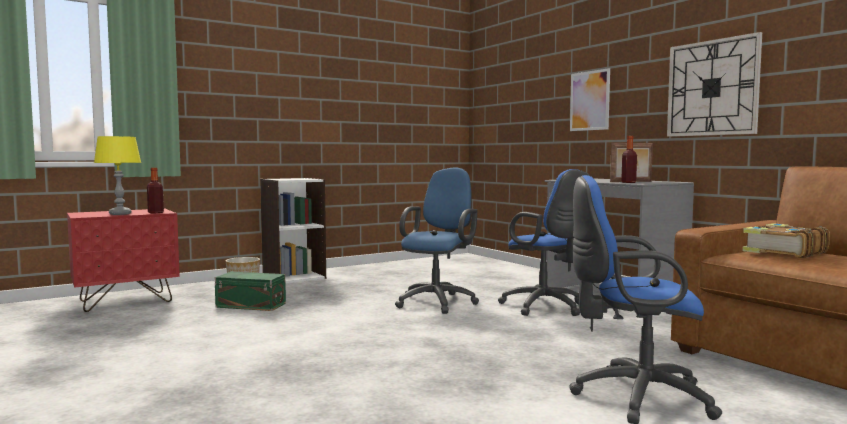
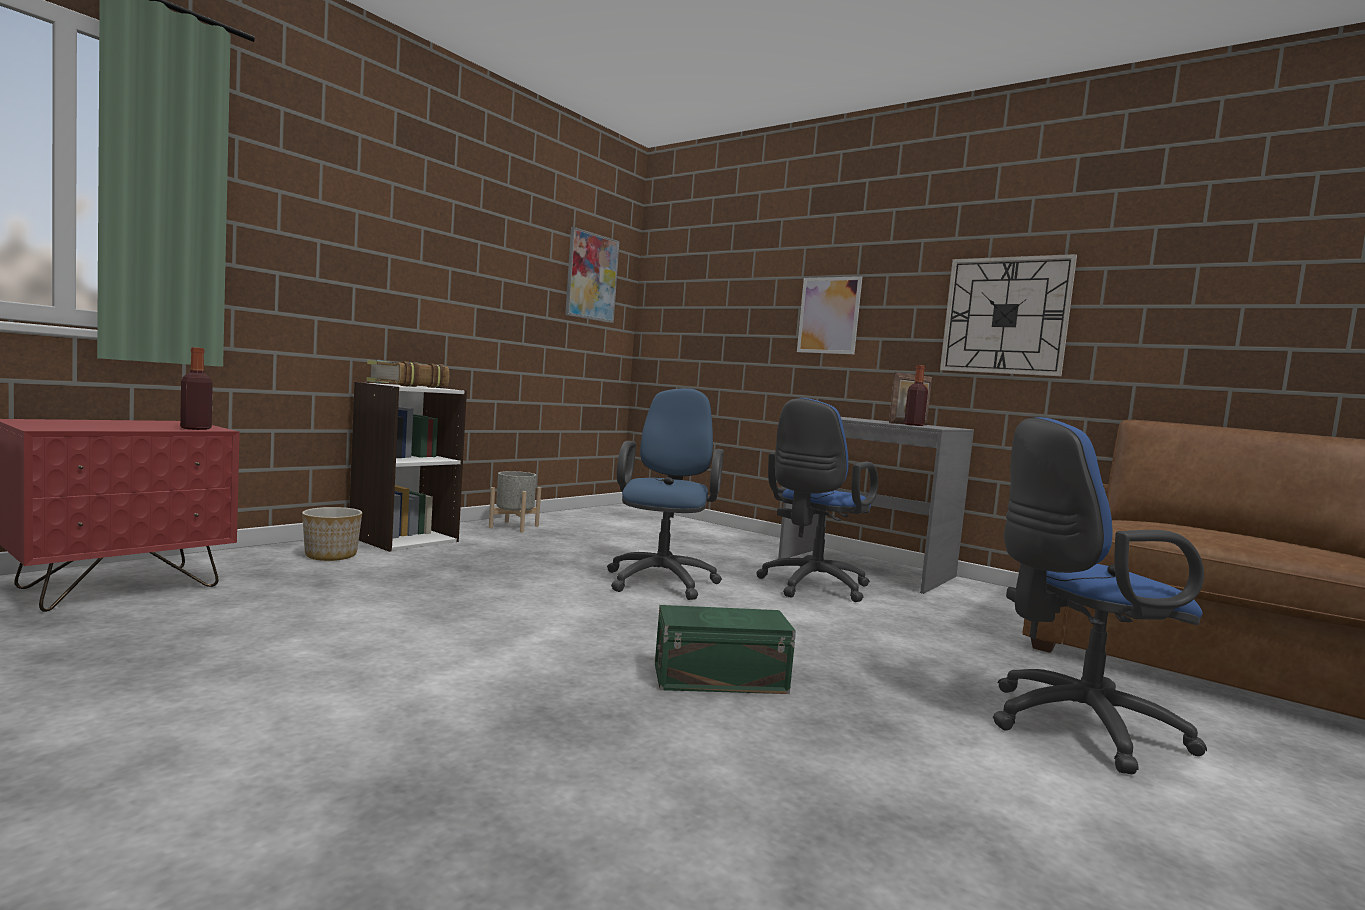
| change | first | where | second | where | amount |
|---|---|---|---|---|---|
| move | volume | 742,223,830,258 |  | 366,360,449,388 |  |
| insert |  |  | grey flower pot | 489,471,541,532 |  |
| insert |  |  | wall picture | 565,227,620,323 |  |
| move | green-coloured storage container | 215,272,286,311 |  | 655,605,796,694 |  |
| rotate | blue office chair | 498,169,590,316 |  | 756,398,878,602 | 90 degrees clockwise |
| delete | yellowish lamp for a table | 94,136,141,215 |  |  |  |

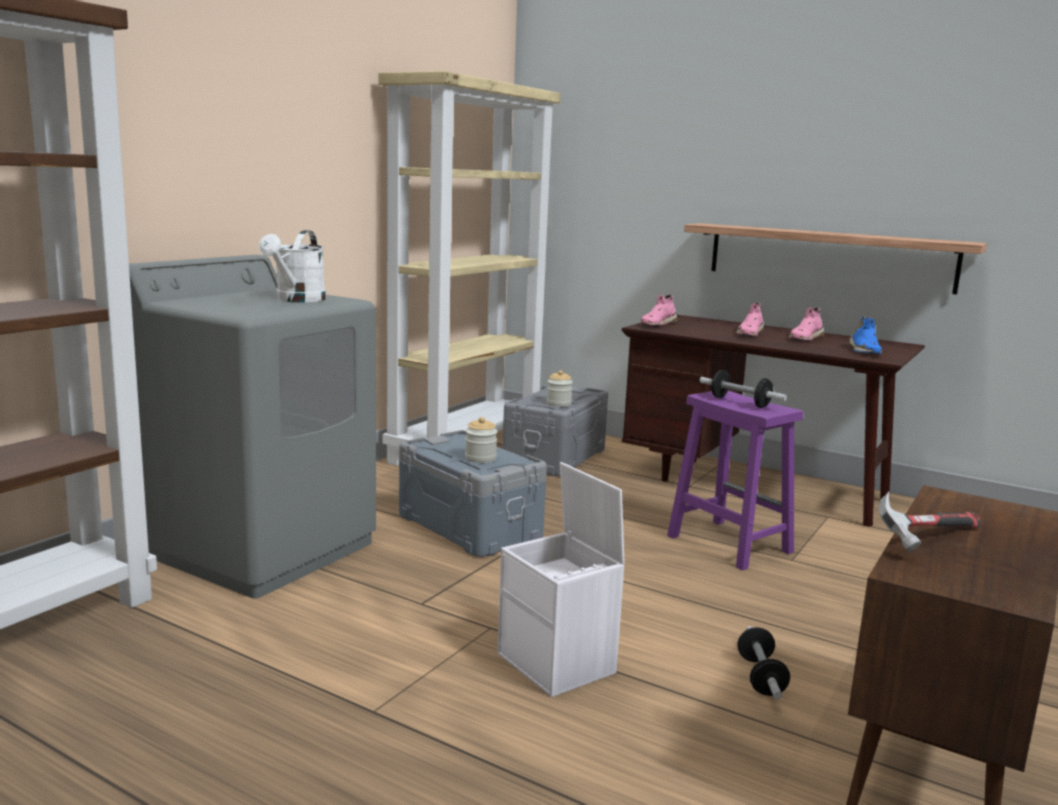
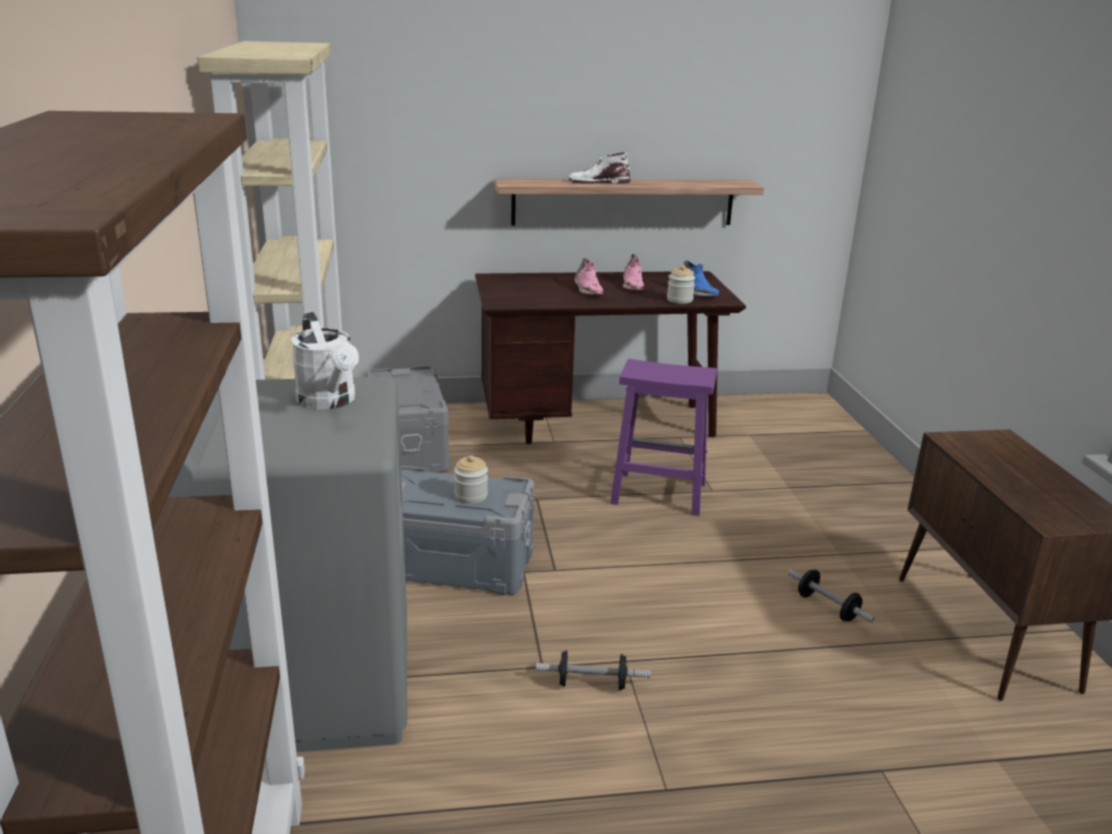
| change | first | where | second | where | amount |
|---|---|---|---|---|---|
| move | dumbbell | 700,370,787,408 |  | 536,650,650,690 |  |
| insert |  |  | whitish boot | 567,152,630,184 |  |
| move | preserve jar | 546,370,573,407 |  | 667,265,695,304 |  |
| delete | whitish storage container | 497,462,625,697 |  |  |  |
| delete | pinkish shoe | 640,295,677,326 |  |  |  |
| delete | tool hammer | 878,491,981,552 |  |  |  |

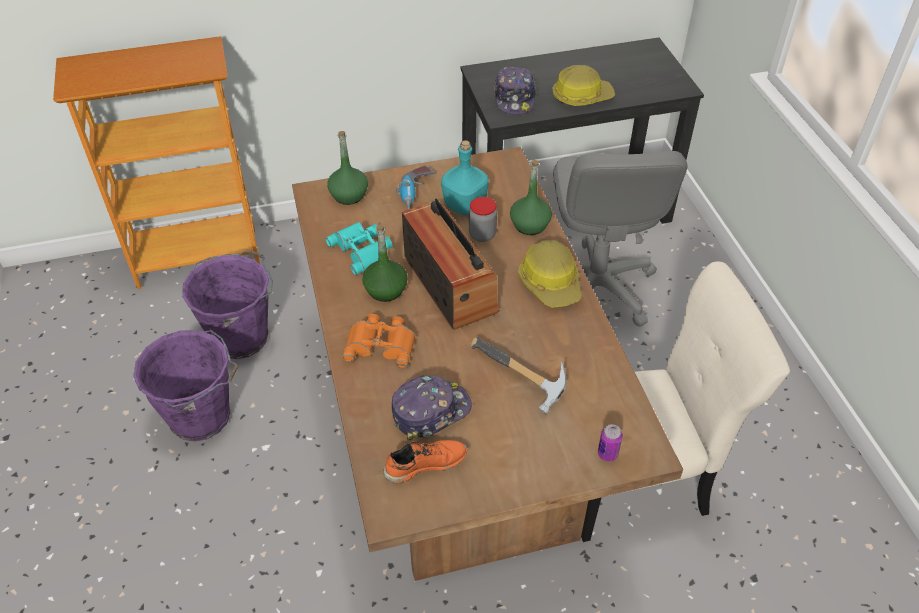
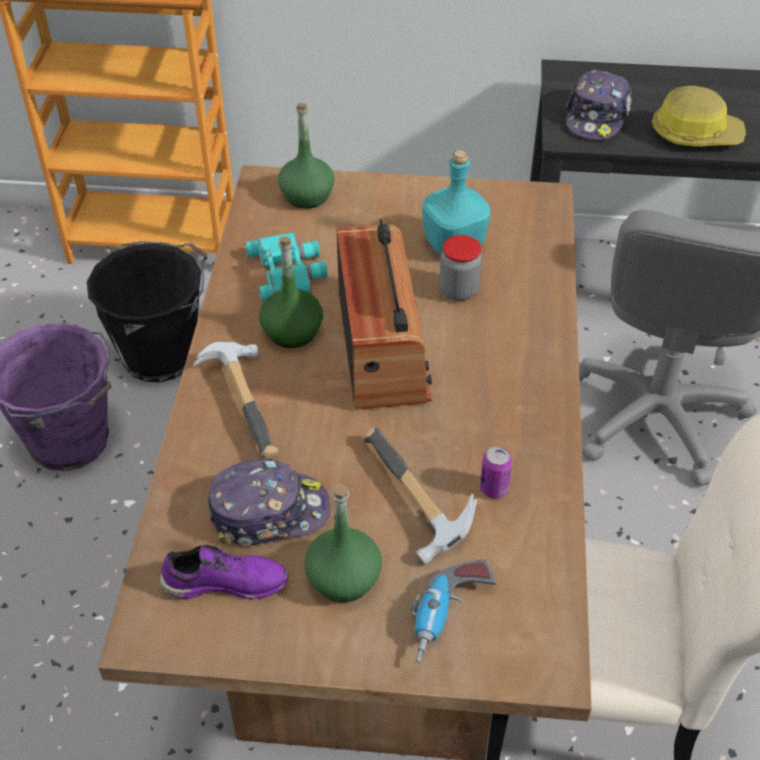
| change | first | where | second | where | amount |
|---|---|---|---|---|---|
| recolor | purple bucket | 182,249,273,359 | blackish bucket | 87,241,207,382 |  |
| recolor | orange shoe | 383,440,467,484 | purple shoe | 160,545,288,600 |  |
| replace | orange field glasses | 342,314,415,368 | tool hammer | 193,342,279,458 |  |
| move | green-coloured bottle | 510,160,552,235 |  | 304,484,382,602 |  |
| move | drill | 396,165,434,210 |  | 411,559,496,663 |  |
| move | can | 598,424,623,462 |  | 480,446,512,499 |  |
| delete | hard hat | 518,240,582,308 |  |  |  |

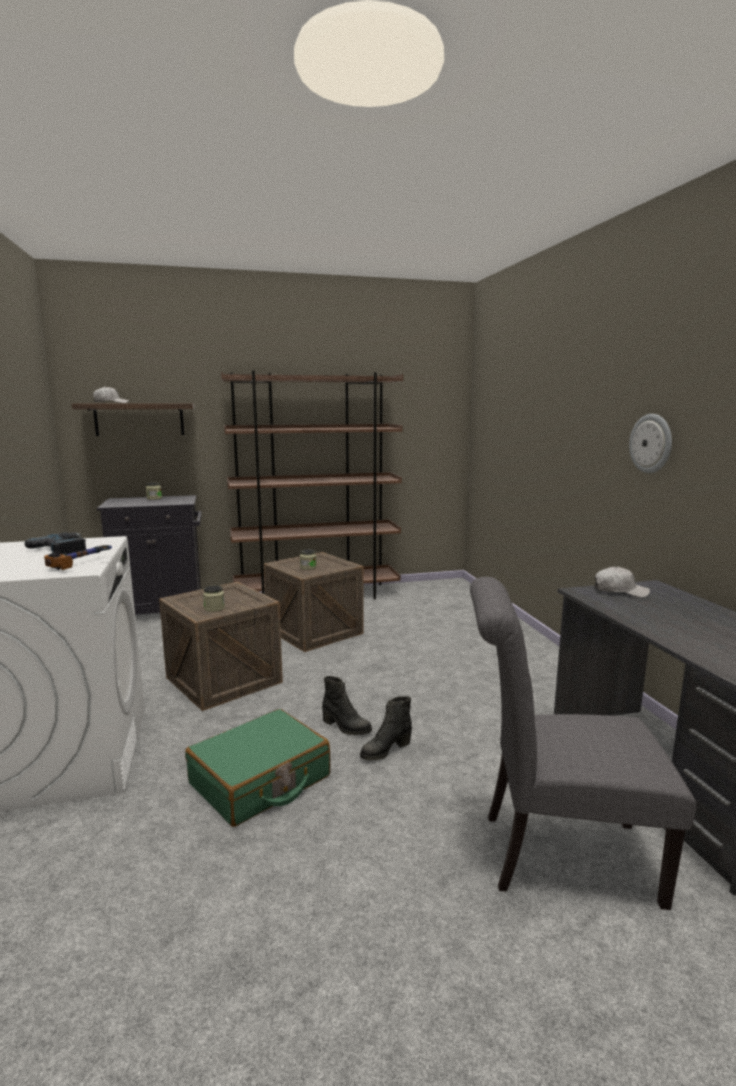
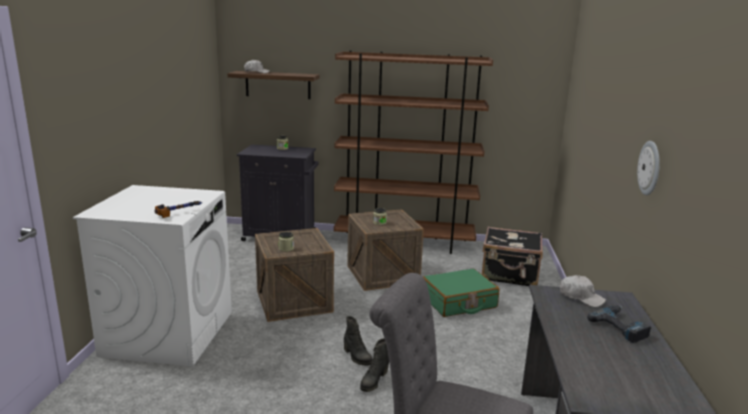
| change | first | where | second | where | amount |
|---|---|---|---|---|---|
| rotate | blackish boot | 360,697,412,761 |  | 360,338,389,392 | 45 degrees counterclockwise |
| move | green-coloured travel case | 185,709,330,827 |  | 423,269,499,317 |  |
| insert |  |  | blackish travel case | 482,226,543,286 |  |
| move | drill | 24,532,87,554 |  | 587,305,651,343 |  |

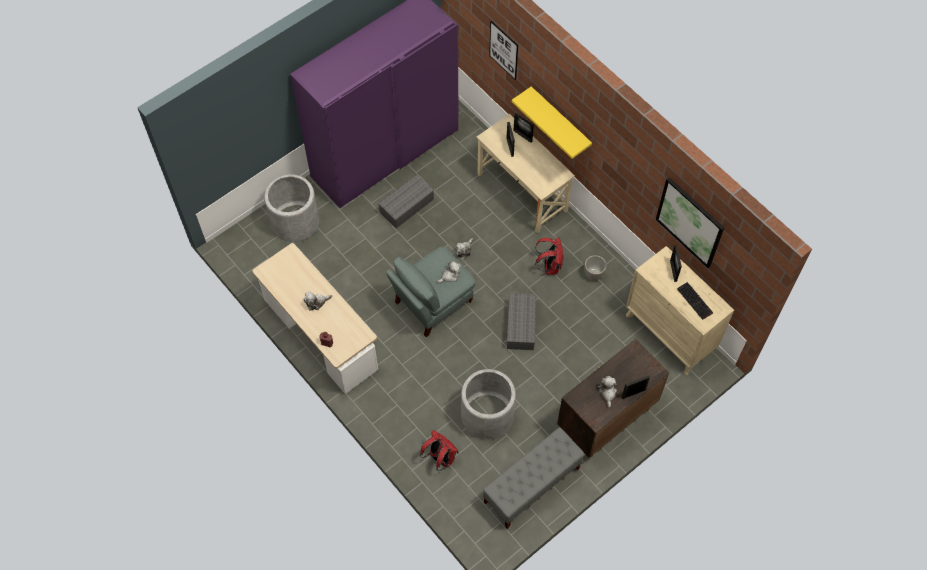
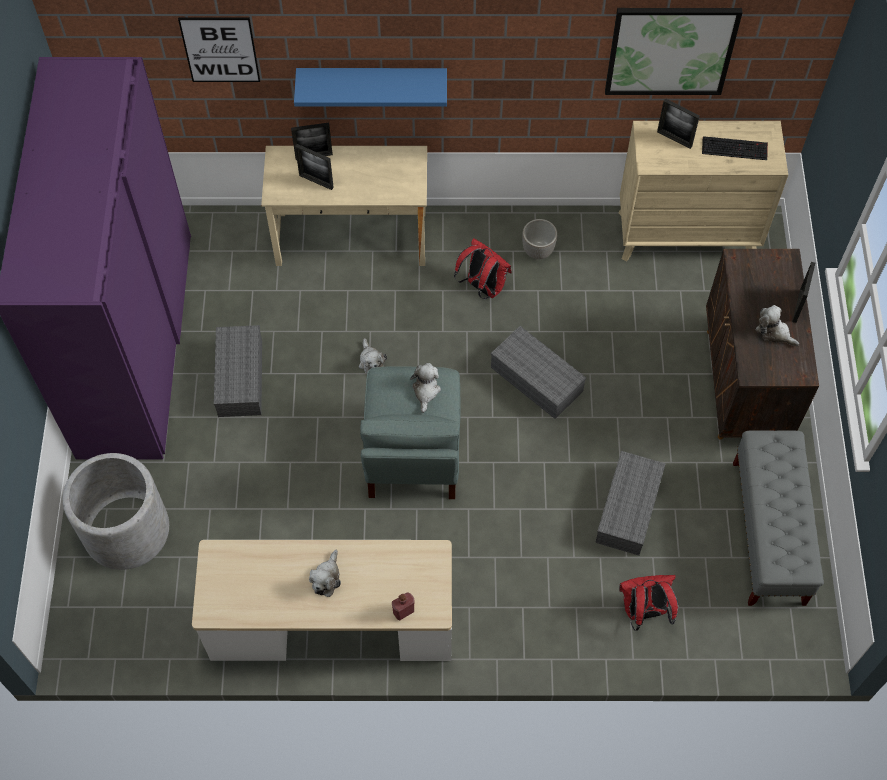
| change | first | where | second | where | amount |
|---|---|---|---|---|---|
| recolor | yellowish wall shelf | 512,86,592,159 | blue wall shelf | 294,68,447,107 |  |
| replace | grey flower pot | 461,369,516,439 | grey storage container | 595,451,666,556 |  |

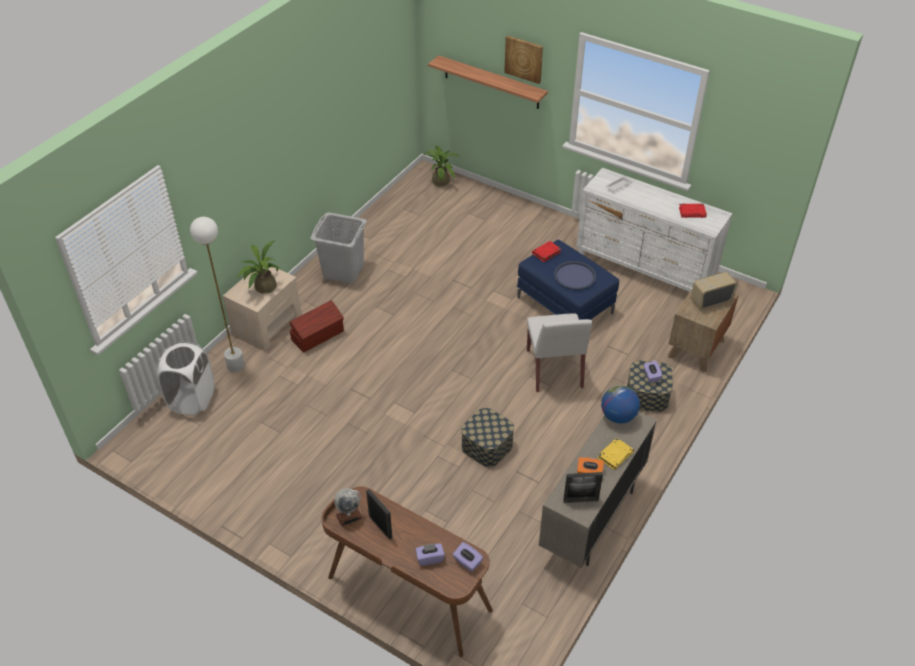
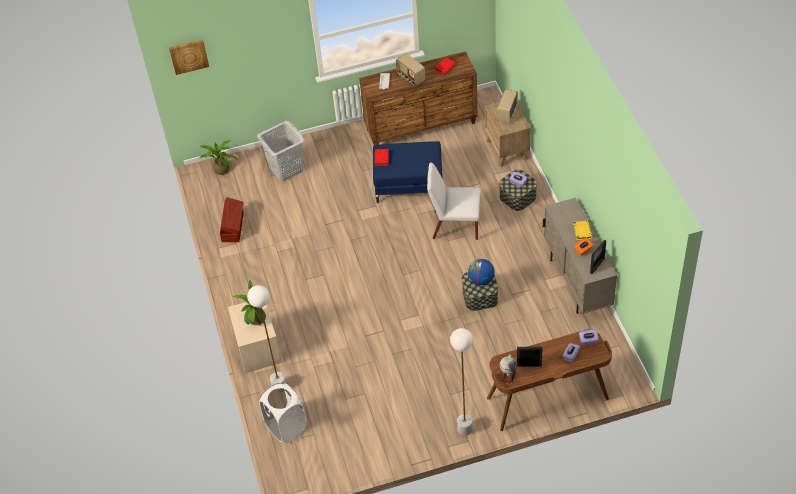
| change | first | where | second | where | amount |
|---|---|---|---|---|---|
| move | wall picture | 504,35,543,84 |  | 169,40,209,75 |  |
| move | brown-coloured storage container | 290,300,344,353 |  | 220,197,244,242 |  |
| move | grey hamper | 310,212,367,284 |  | 257,121,305,181 |  |
| recolor | whitish drawer chest | 576,168,733,292 | brown-coloured drawer chest | 359,51,478,145 |  |
| insert |  |  | radio receiver | 396,53,425,86 |  |
| rotate | whitish chair | 527,313,592,392 |  | 427,162,480,240 | 150 degrees clockwise |
| insert |  |  | whitish floor lamp | 450,328,473,436 |  |
| move | world globe | 601,385,640,424 |  | 468,259,495,285 |  |
| delete | wall shelf | 428,55,548,109 |  |  |  |
| delete | blue tray | 554,261,596,290 |  |  |  |

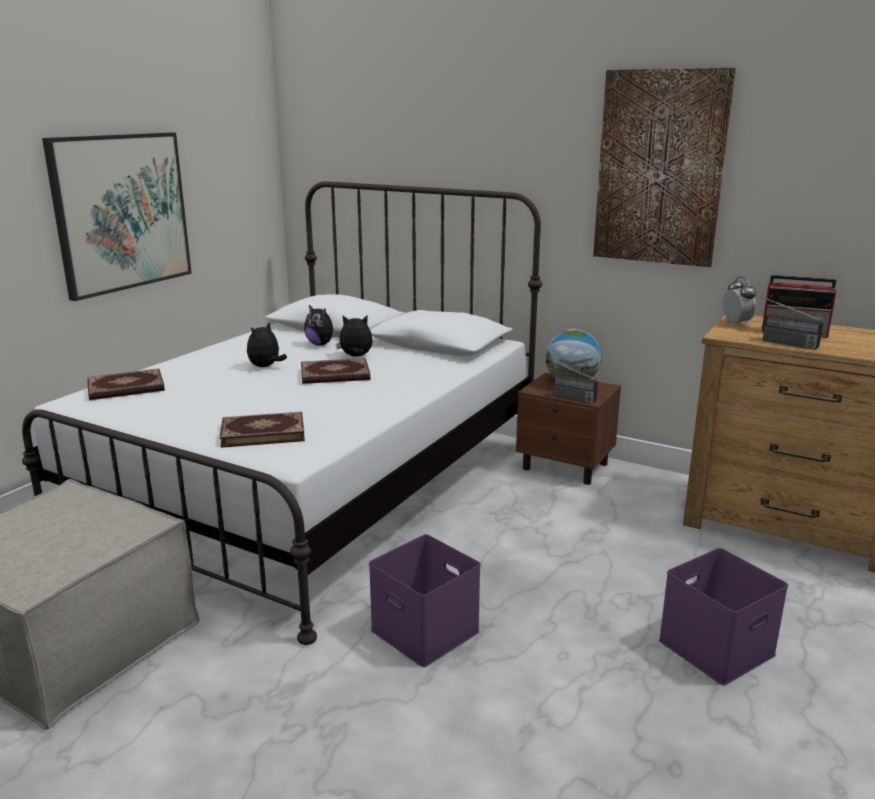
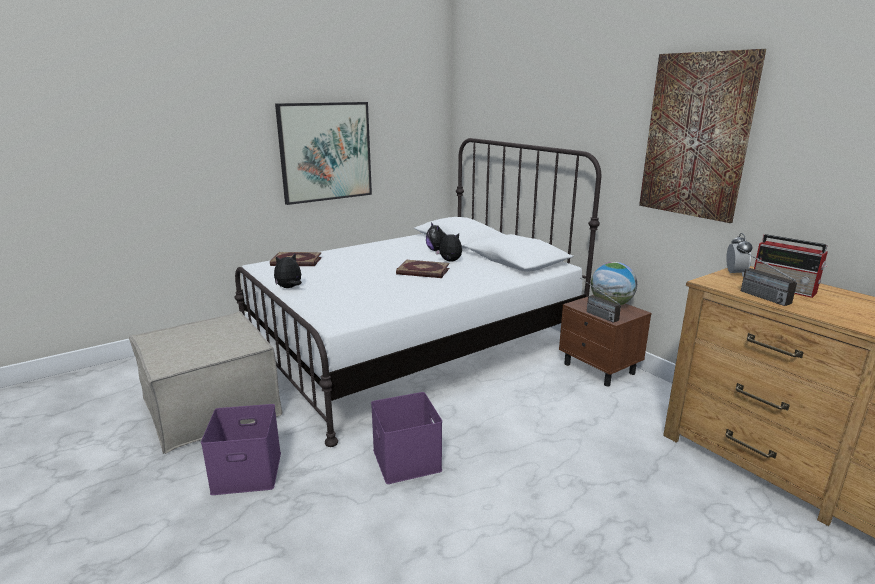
| change | first | where | second | where | amount |
|---|---|---|---|---|---|
| move | purple storage container | 659,548,788,685 |  | 201,404,281,495 |  |
| move | plush toy | 247,322,287,367 |  | 274,254,302,288 |  |
| delete | volume | 220,412,305,448 |  |  |  |

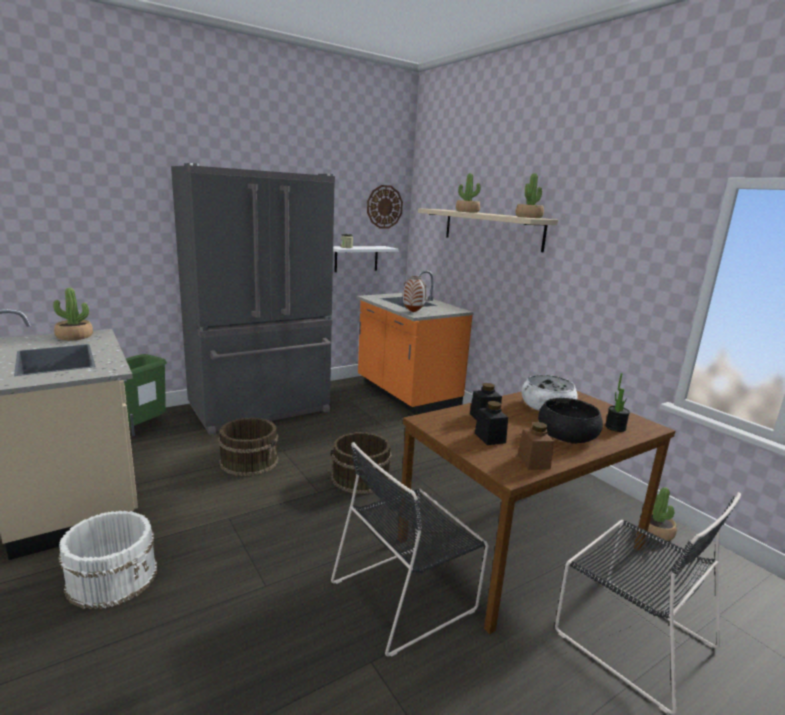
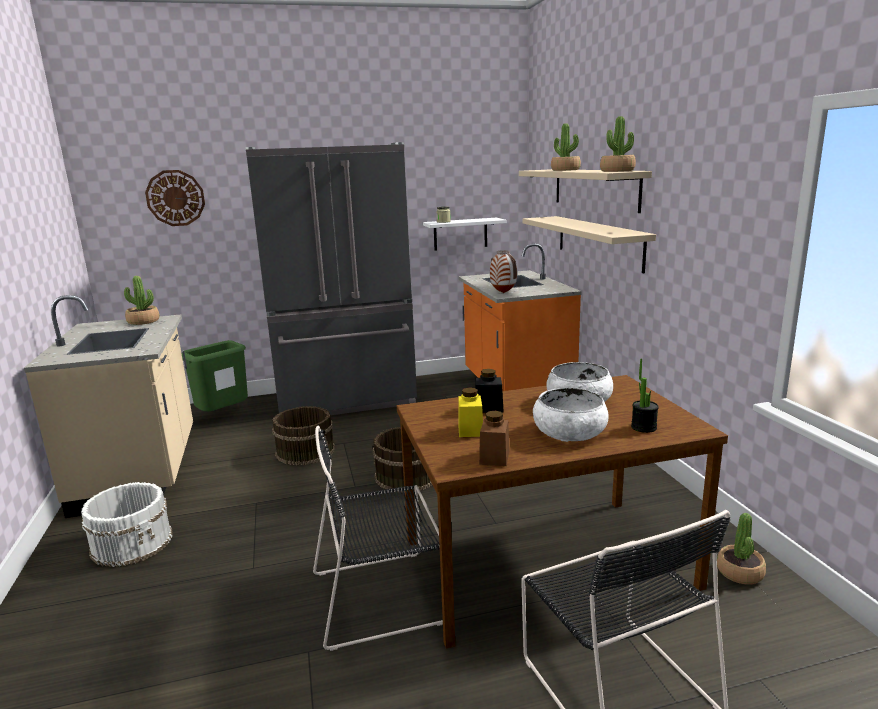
| change | first | where | second | where | amount |
|---|---|---|---|---|---|
| move | hanging clock | 367,185,403,229 |  | 145,170,205,226 |  |
| recolor | blackish preserve jar | 475,401,508,445 | yellowish preserve jar | 458,387,483,437 |  |
| insert |  |  | beige wall shelf | 523,216,656,274 |  |
| recolor | blackish bowl | 538,398,603,444 | whitish bowl | 533,388,609,442 |  |

